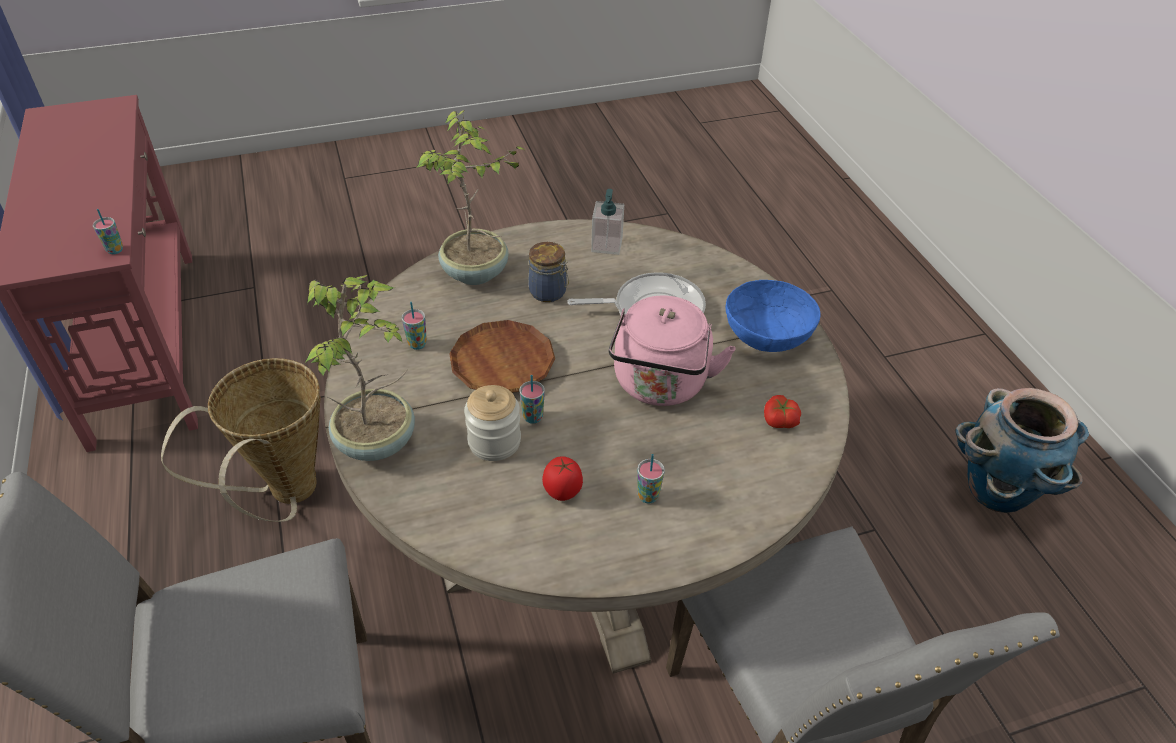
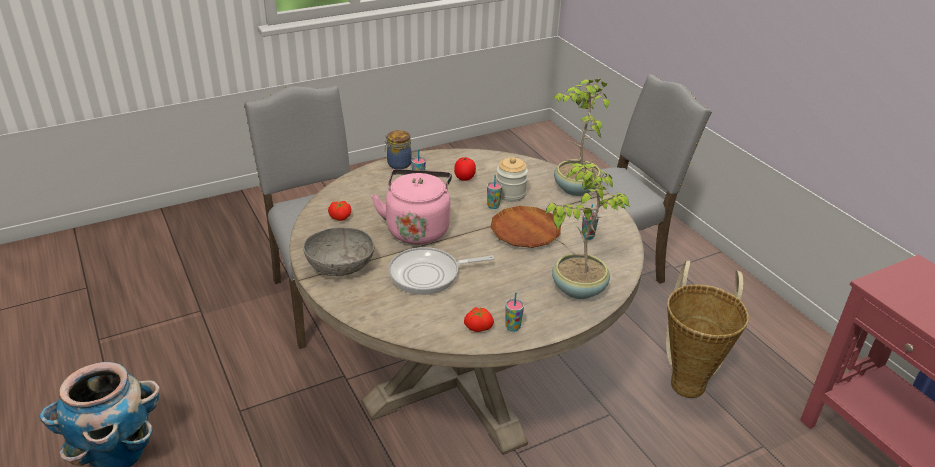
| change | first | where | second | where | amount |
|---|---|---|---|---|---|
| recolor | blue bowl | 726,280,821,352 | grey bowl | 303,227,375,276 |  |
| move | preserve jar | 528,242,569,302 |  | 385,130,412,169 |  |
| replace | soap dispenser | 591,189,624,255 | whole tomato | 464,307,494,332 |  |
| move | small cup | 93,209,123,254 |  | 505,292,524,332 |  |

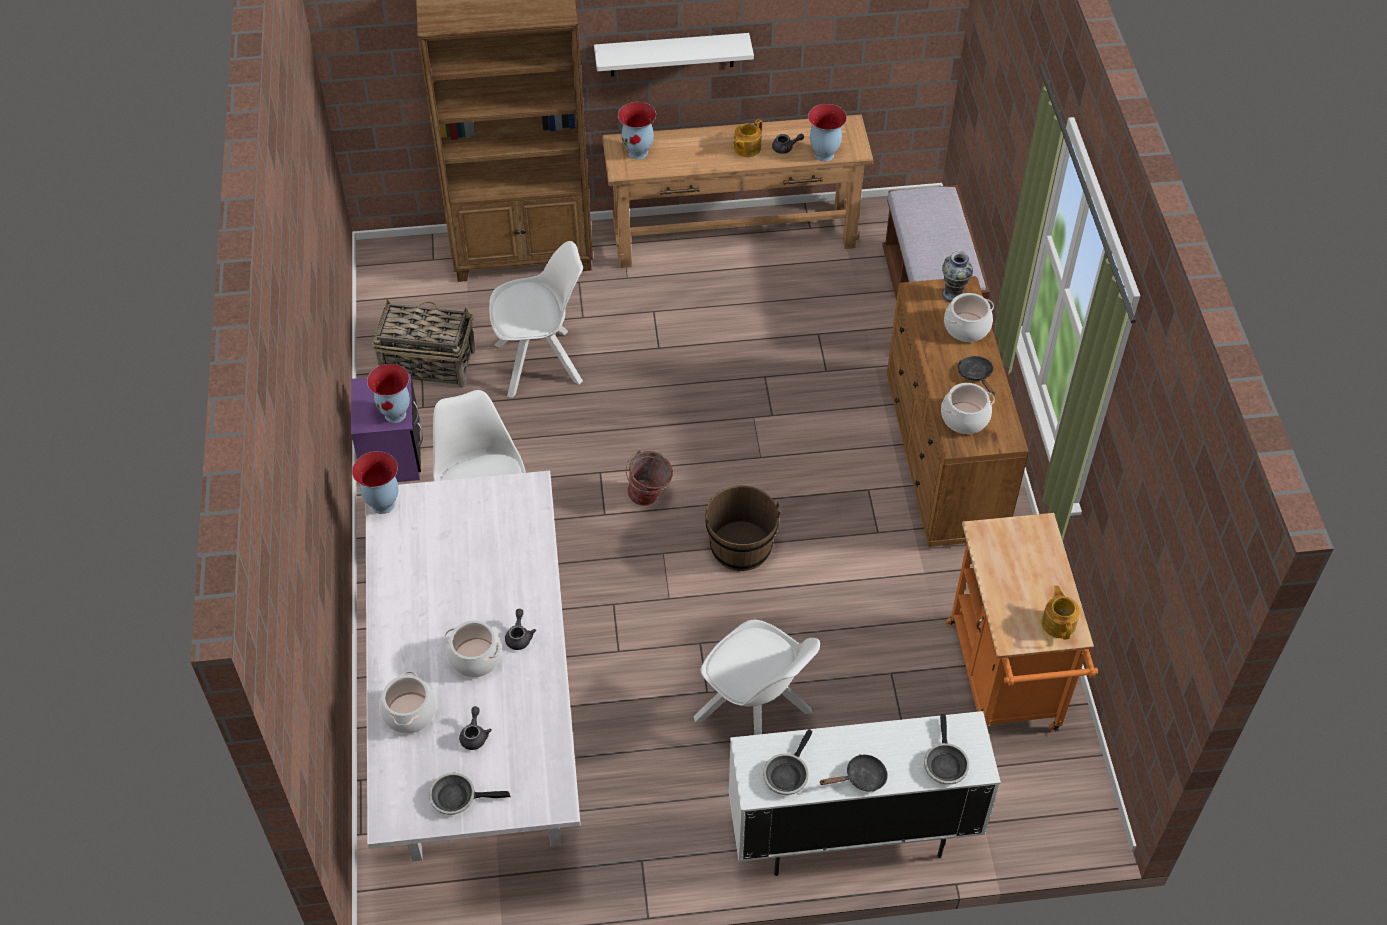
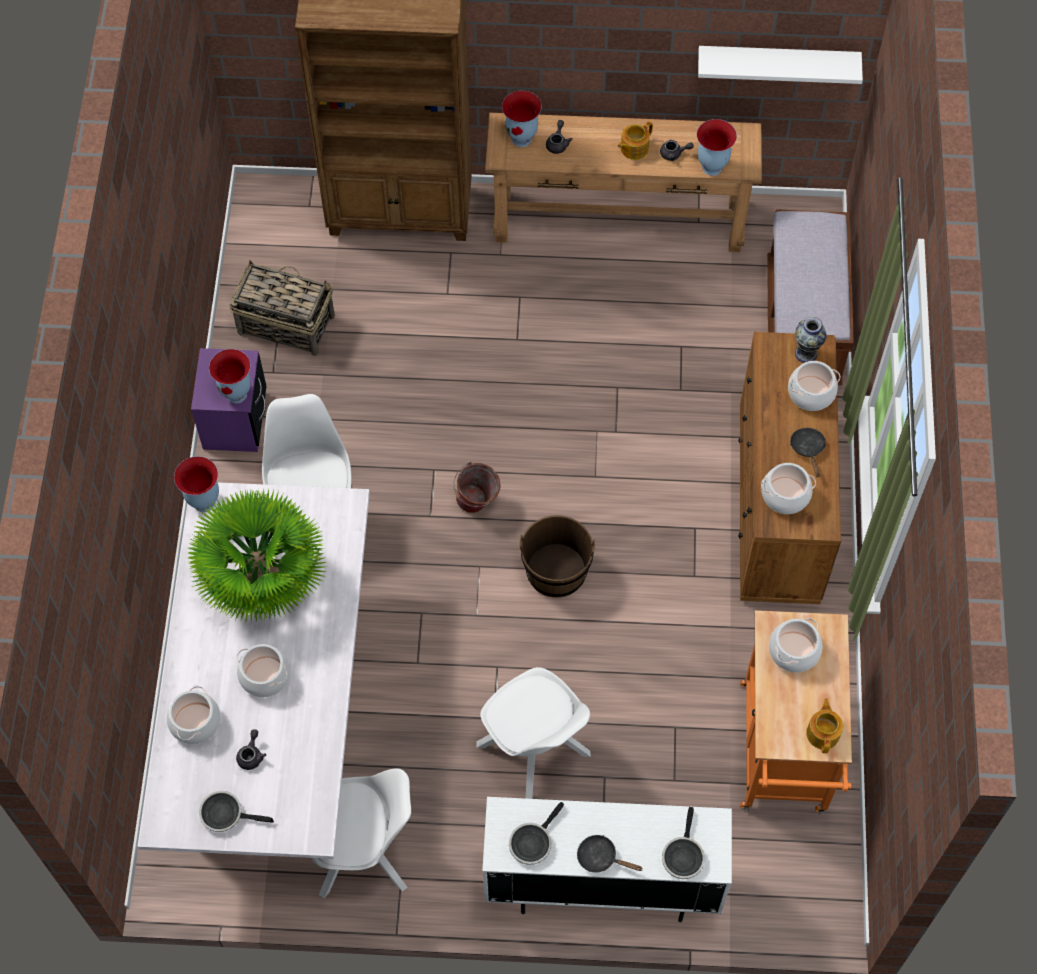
| change | first | where | second | where | amount |
|---|---|---|---|---|---|
| insert |  |  | houseplant | 187,488,326,623 |  |
| move | whitish chair | 489,241,583,398 |  | 311,768,411,898 |  |
| move | grey pot for tea | 505,609,536,650 |  | 546,120,573,154 |  |
| rotate | blackish skillet | 819,754,888,792 |  | 577,835,643,872 | 150 degrees counterclockwise |
| move | whitish wall shelf | 594,33,754,76 |  | 698,46,863,84 |  |
| insert |  |  | stockpot | 769,618,823,672 |  |

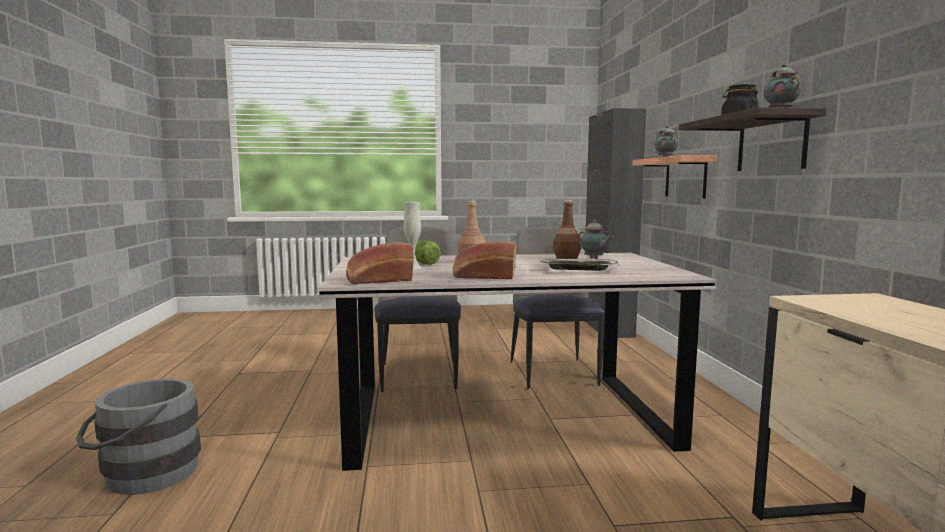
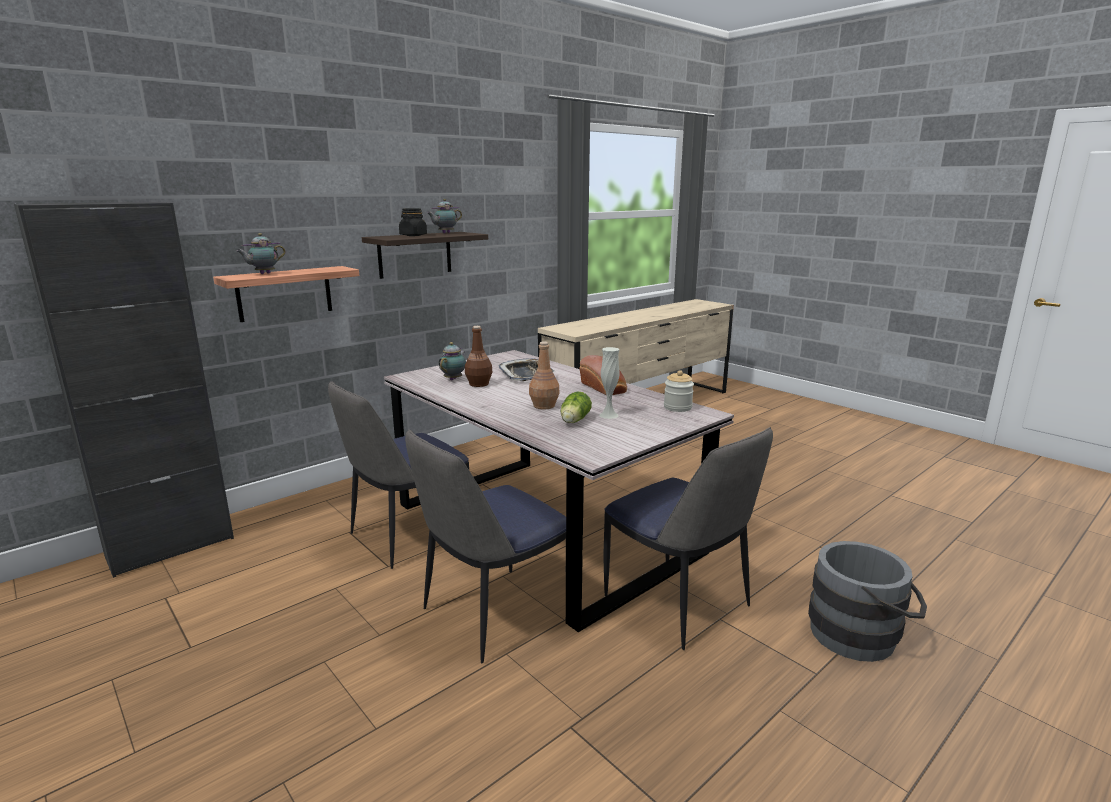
| change | first | where | second | where | amount |
|---|---|---|---|---|---|
| insert |  |  | chair | 603,427,773,650 |  |
| replace | bread | 346,243,414,284 | preserve jar | 664,370,694,412 |  |

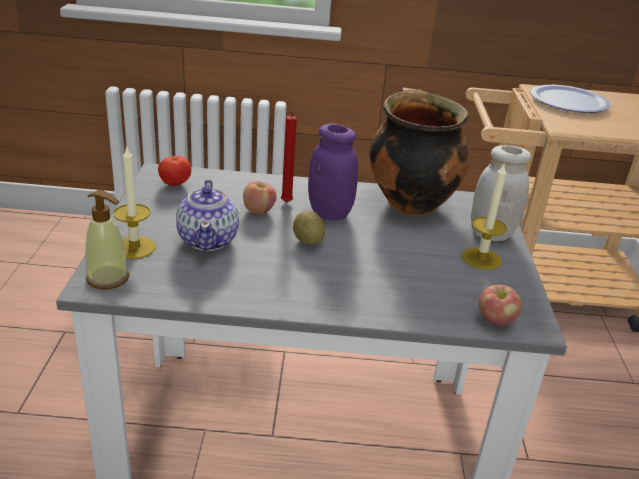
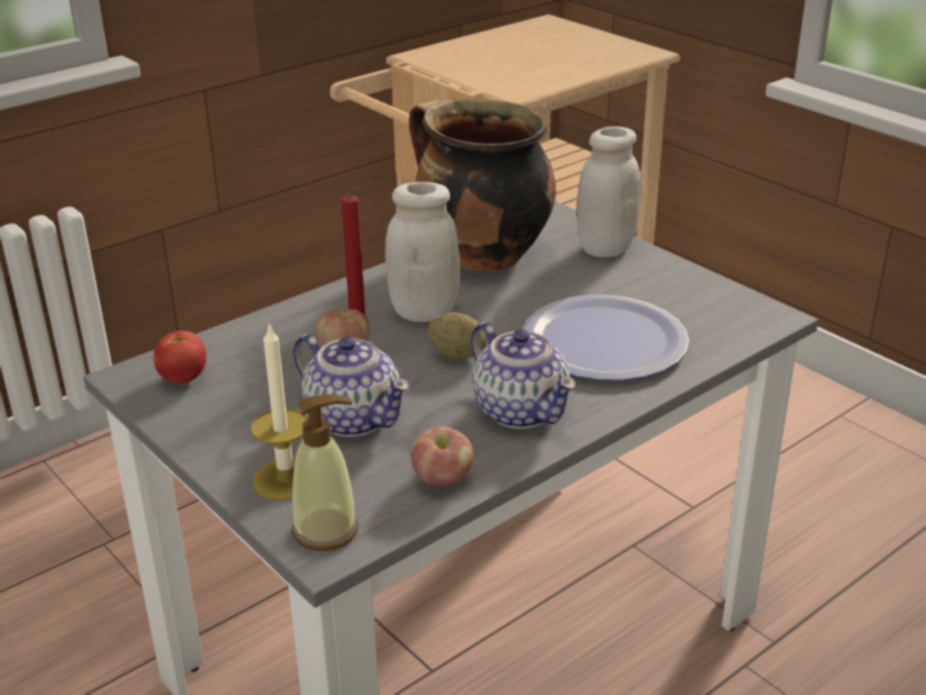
| change | first | where | second | where | amount |
|---|---|---|---|---|---|
| recolor | purple preserve jar | 308,124,358,220 | whitish preserve jar | 385,182,460,322 |  |
| move | whole apple | 479,285,522,325 |  | 411,427,474,488 |  |
| insert |  |  | pot for tea | 471,322,576,429 |  |
| move | plate | 531,85,611,113 |  | 523,295,689,381 |  |
| delete | wax candle | 462,162,507,270 |  |  |  |

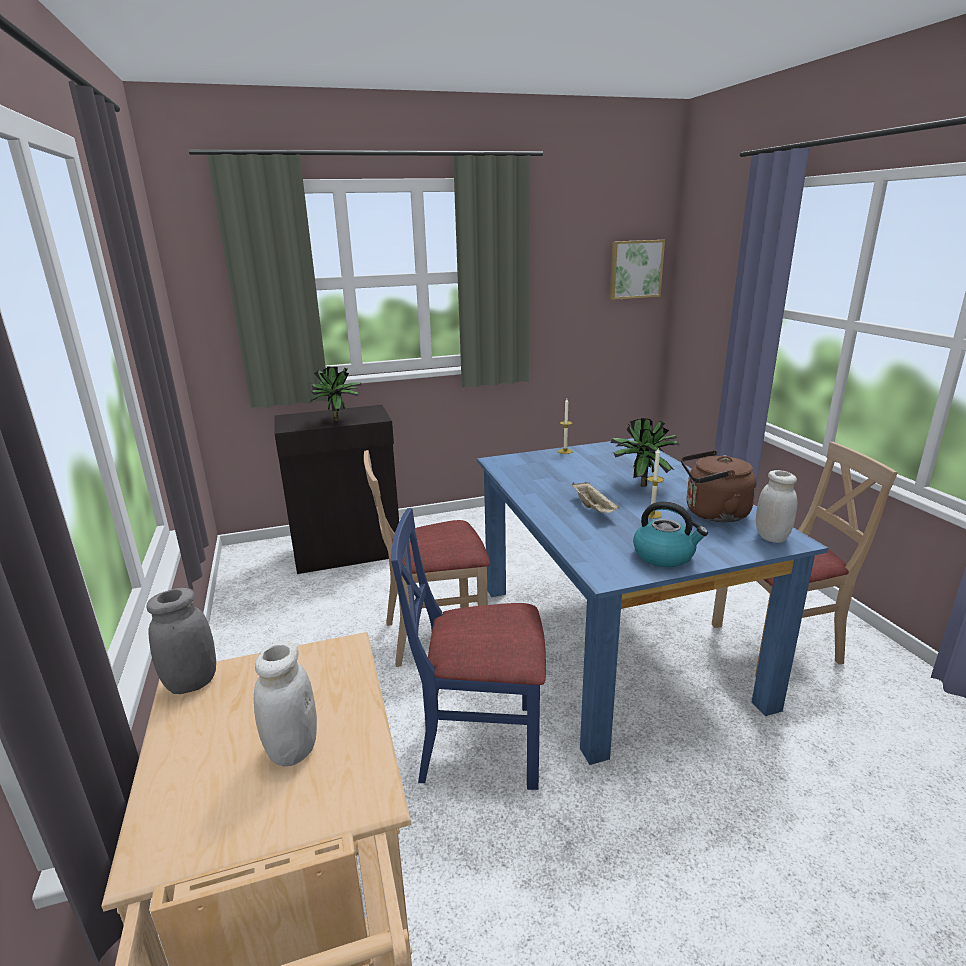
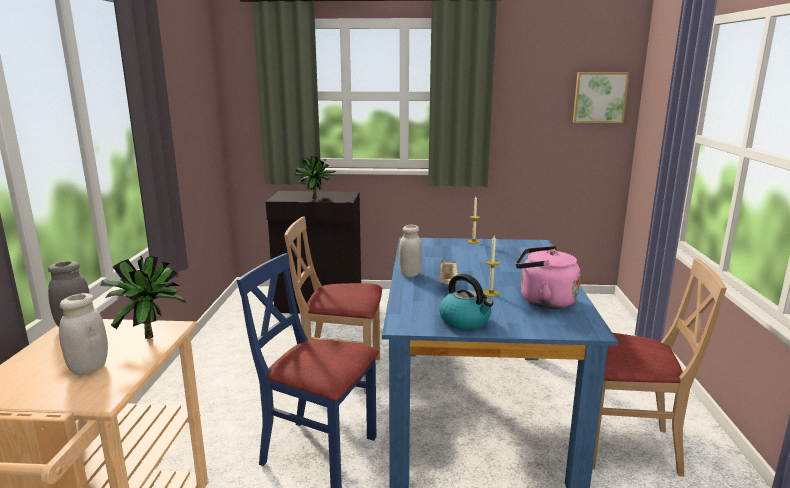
| change | first | where | second | where | amount |
|---|---|---|---|---|---|
| move | houseplant | 610,418,680,487 |  | 100,256,186,339 |  |
| move | whitish preserve jar | 756,470,797,543 |  | 399,225,422,277 |  |
| recolor | brown-coloured water kettle | 681,450,756,522 | pinkish water kettle | 516,246,581,309 |  |

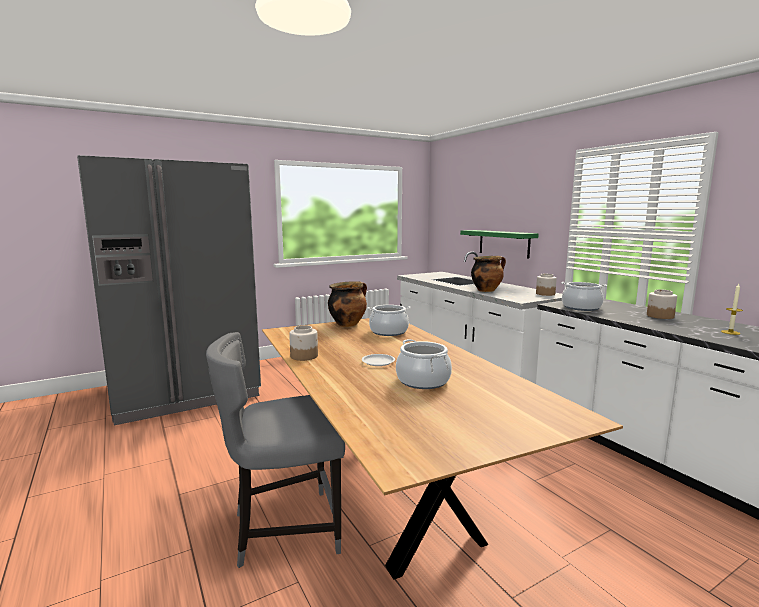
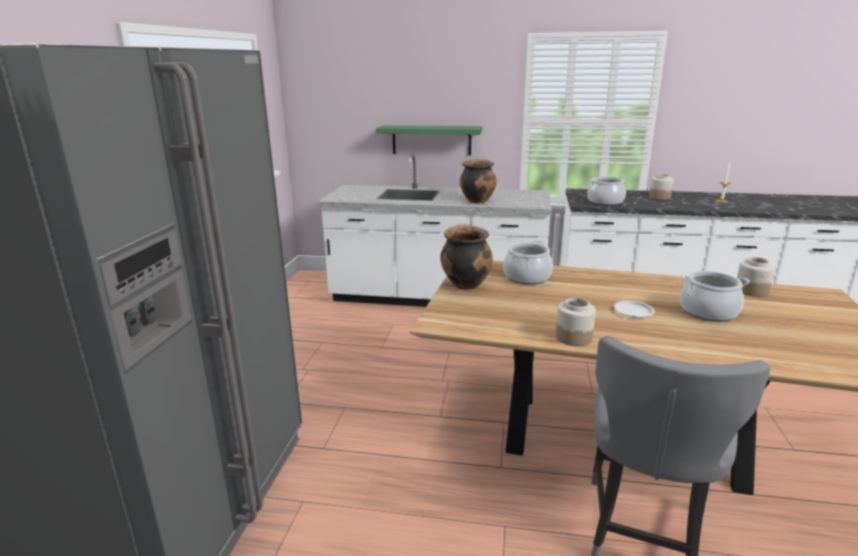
| change | first | where | second | where | amount |
|---|---|---|---|---|---|
| move | preserve jar | 536,274,557,296 |  | 737,257,775,297 |  |

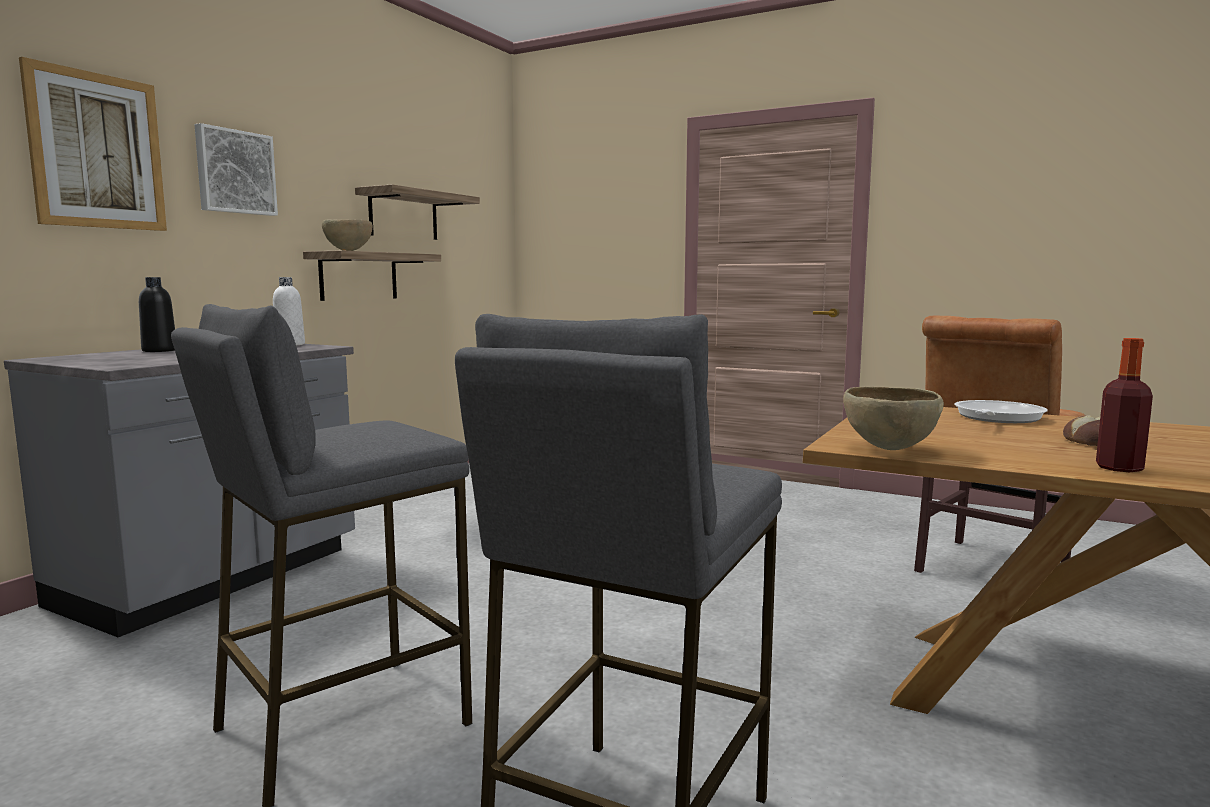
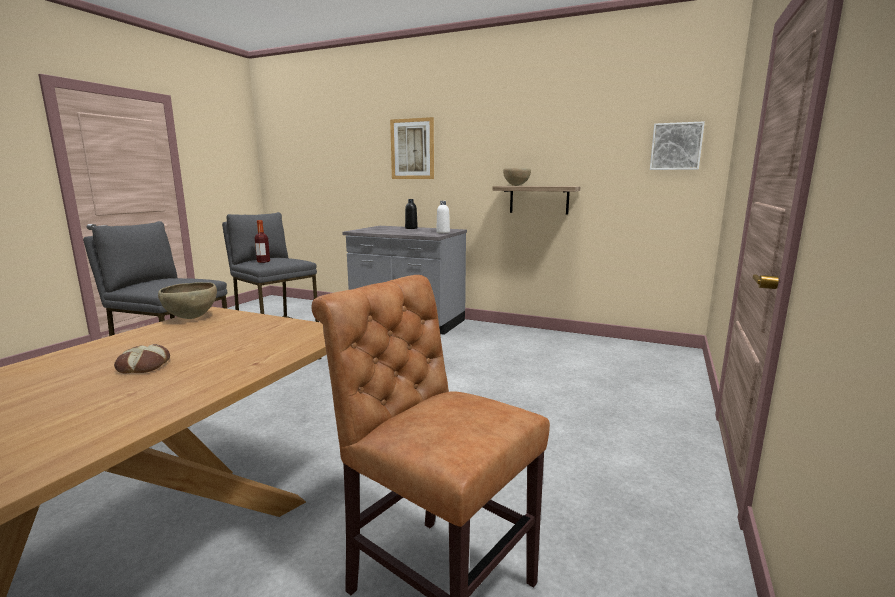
| change | first | where | second | where | amount |
|---|---|---|---|---|---|
| move | bottle | 1096,338,1153,472 |  | 255,220,270,263 |  |
| move | wall picture | 195,123,278,216 |  | 650,121,705,170 |  |
| delete | wall shelf | 355,184,480,240 |  |  |  |
| delete | skillet | 954,400,1048,423 |  |  |  |

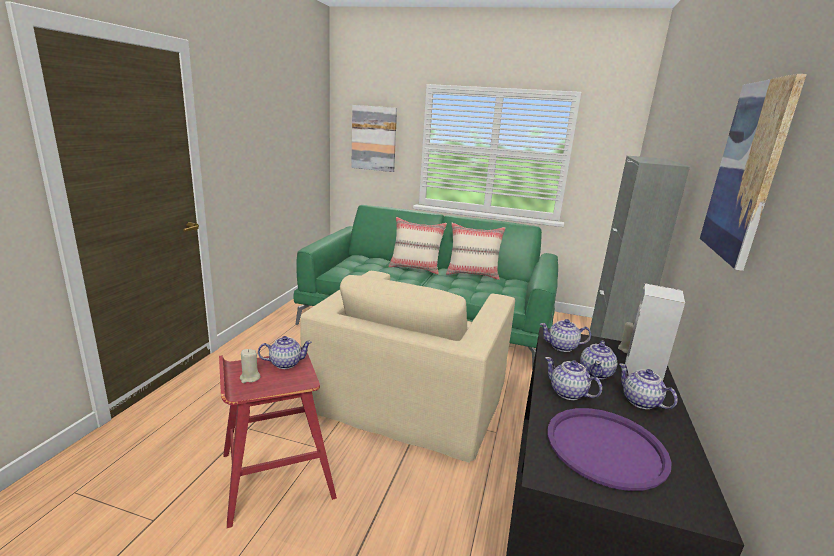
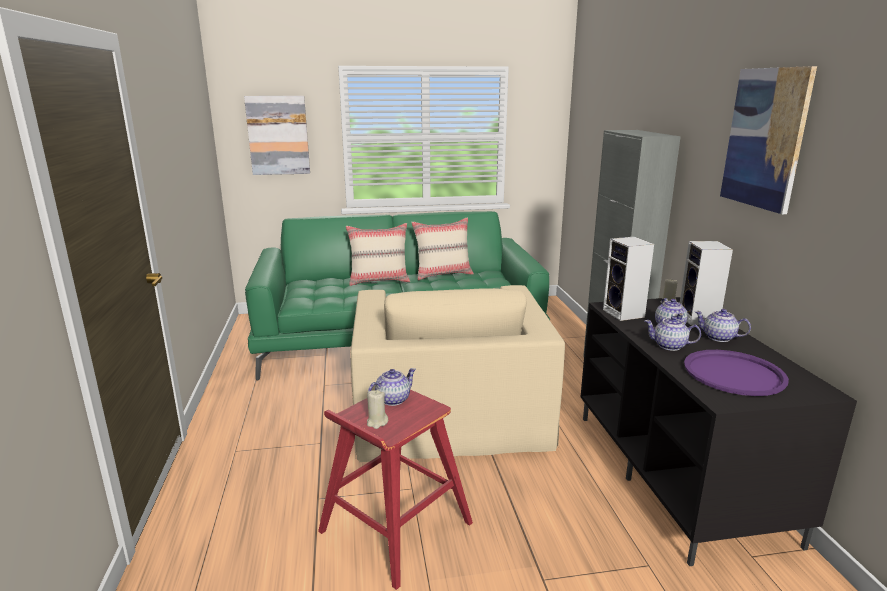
| change | first | where | second | where | amount |
|---|---|---|---|---|---|
| replace | pot for tea | 540,319,591,352 | speaker | 603,237,654,321 |  |

